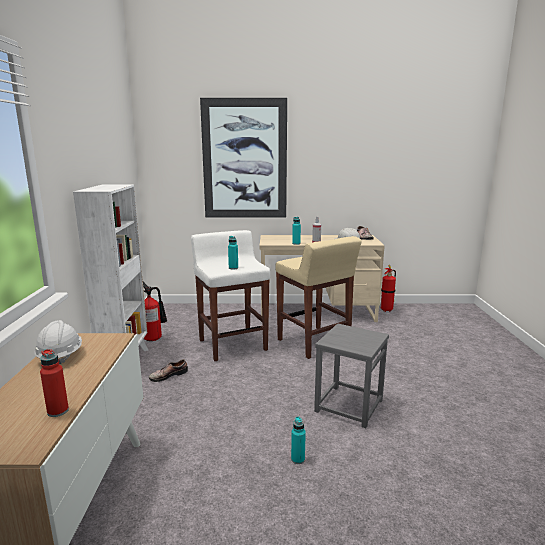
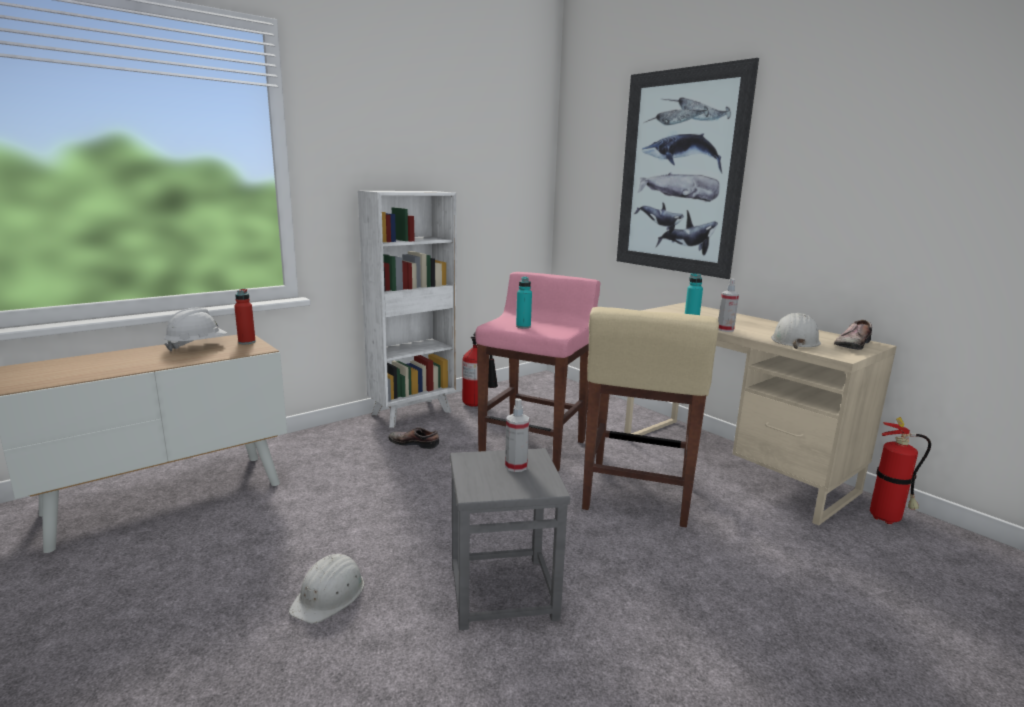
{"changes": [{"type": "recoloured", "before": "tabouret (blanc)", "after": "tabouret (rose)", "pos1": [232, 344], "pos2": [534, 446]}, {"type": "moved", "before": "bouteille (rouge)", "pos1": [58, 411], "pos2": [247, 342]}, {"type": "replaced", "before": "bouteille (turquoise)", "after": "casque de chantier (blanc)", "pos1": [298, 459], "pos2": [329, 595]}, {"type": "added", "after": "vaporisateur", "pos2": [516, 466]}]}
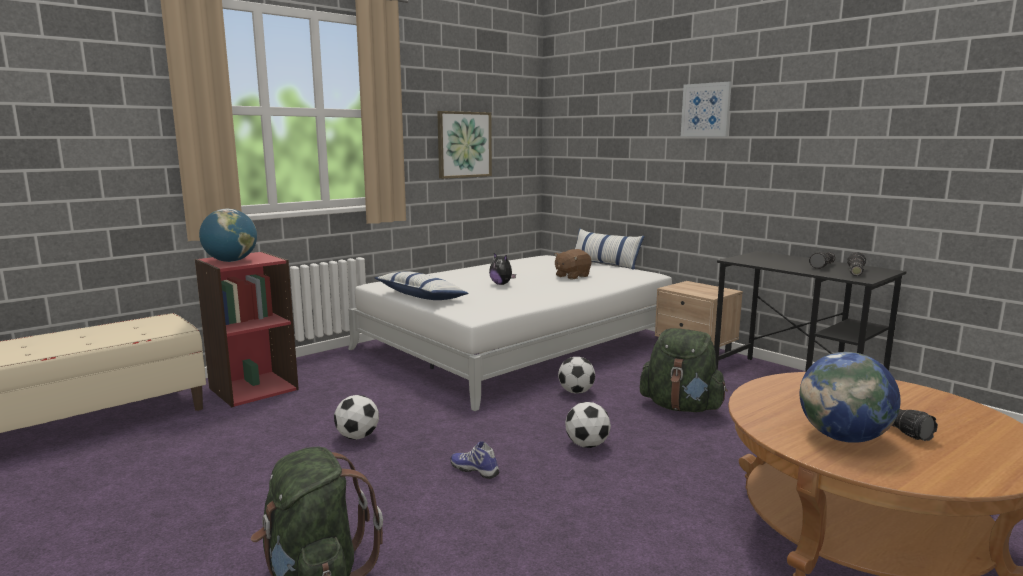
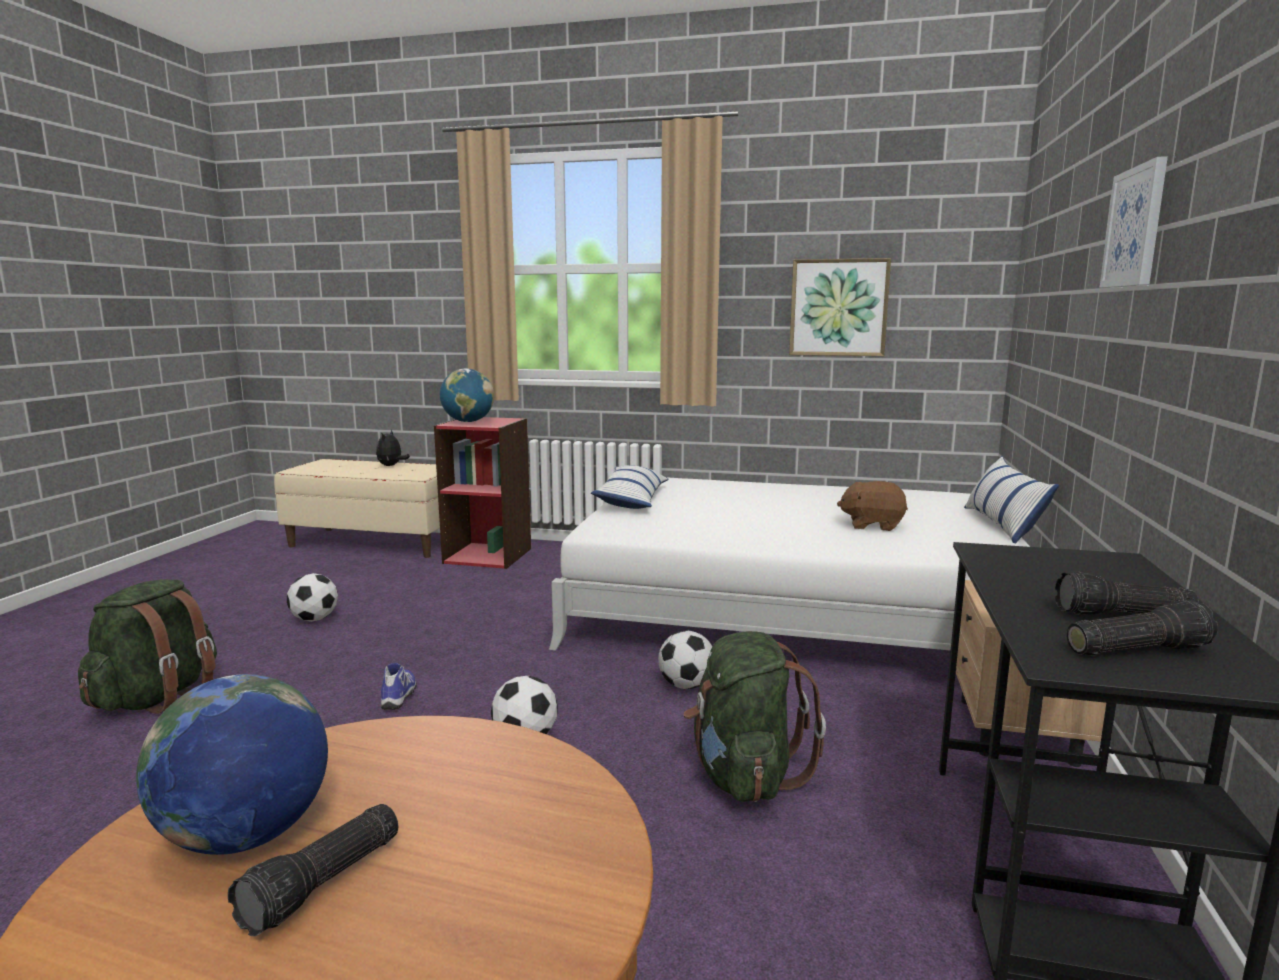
{"changes": [{"type": "moved", "before": "peluche", "pos1": [502, 284], "pos2": [391, 466]}, {"type": "moved", "before": "ballon de foot", "pos1": [357, 437], "pos2": [314, 619]}]}
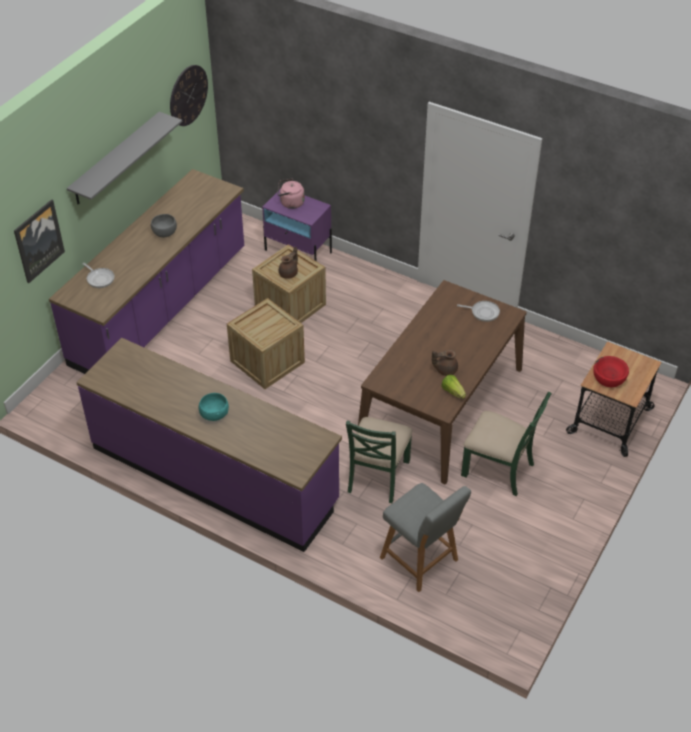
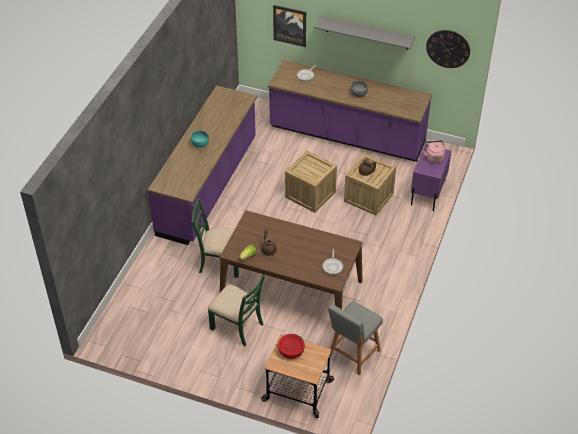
{"changes": [{"type": "turned", "before": "chaise (vert)", "pos1": [499, 469], "pos2": [237, 326], "turn": -75}, {"type": "moved", "before": "tabouret (gris)", "pos1": [421, 561], "pos2": [352, 355]}]}
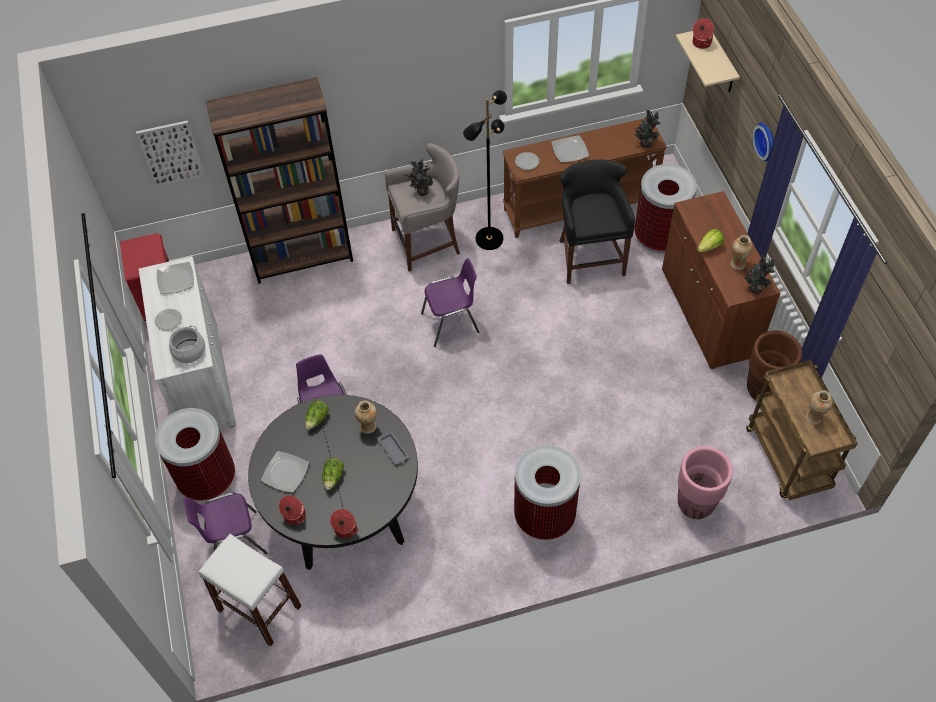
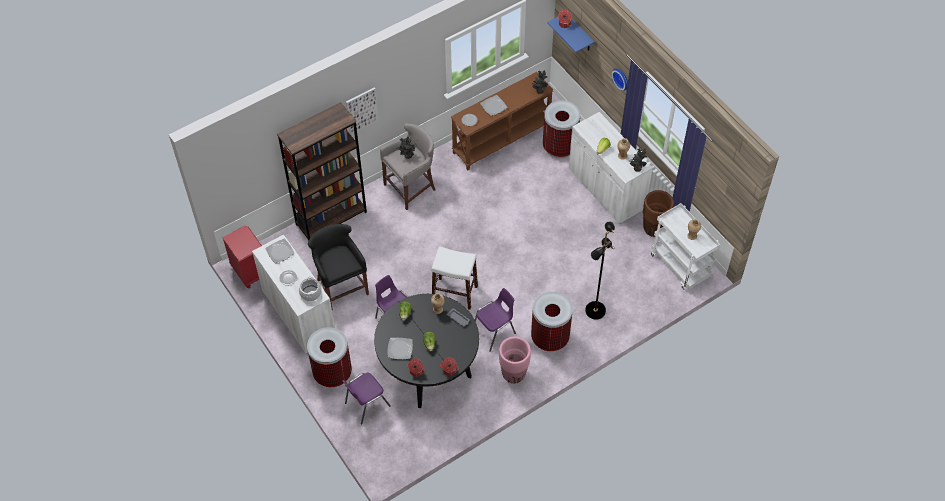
{"changes": [{"type": "recoloured", "before": "étagère (beige)", "after": "étagère (bleu)", "pos1": [722, 63], "pos2": [579, 33]}, {"type": "moved", "before": "lampadaire (noir)", "pos1": [488, 238], "pos2": [594, 310]}, {"type": "moved", "before": "tableau", "pos1": [171, 153], "pos2": [361, 110]}, {"type": "moved", "before": "tabouret (noir)", "pos1": [590, 256], "pos2": [341, 286]}, {"type": "recoloured", "before": "meuble de rangement (marron)", "after": "meuble de rangement (blanc)", "pos1": [708, 313], "pos2": [606, 189]}, {"type": "moved", "before": "chaise (violet)", "pos1": [451, 323], "pos2": [495, 332]}, {"type": "recoloured", "before": "chariot (marron)", "after": "chariot (blanc)", "pos1": [788, 459], "pos2": [681, 266]}, {"type": "moved", "before": "cache-pot (rose)", "pos1": [695, 504], "pos2": [513, 374]}, {"type": "moved", "before": "tabouret (blanc)", "pos1": [259, 608], "pos2": [454, 293]}]}
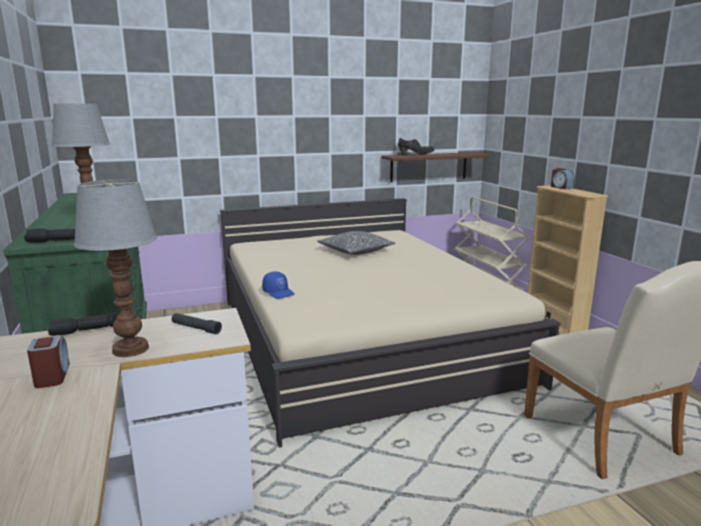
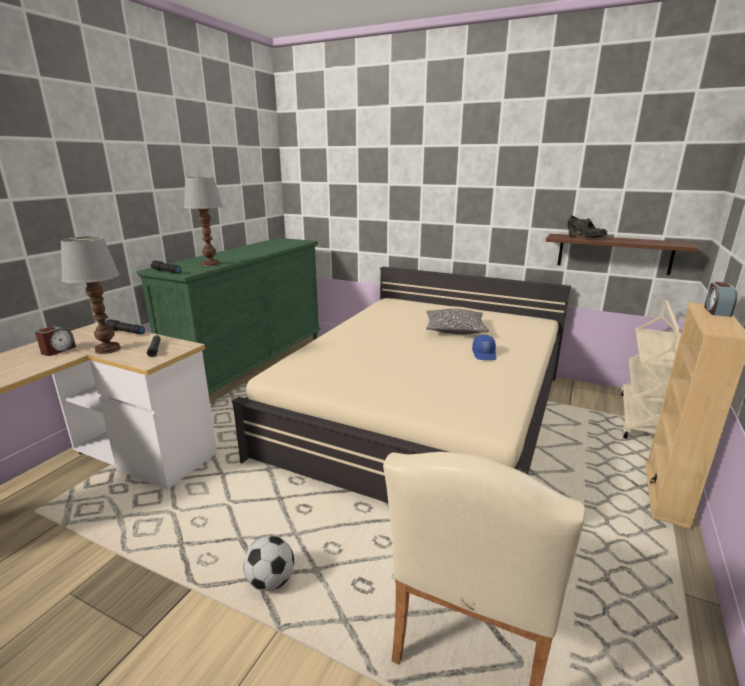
{"changes": [{"type": "moved", "before": "casquette (bleu)", "pos1": [279, 293], "pos2": [484, 354]}, {"type": "added", "after": "ballon de foot", "pos2": [270, 581]}]}
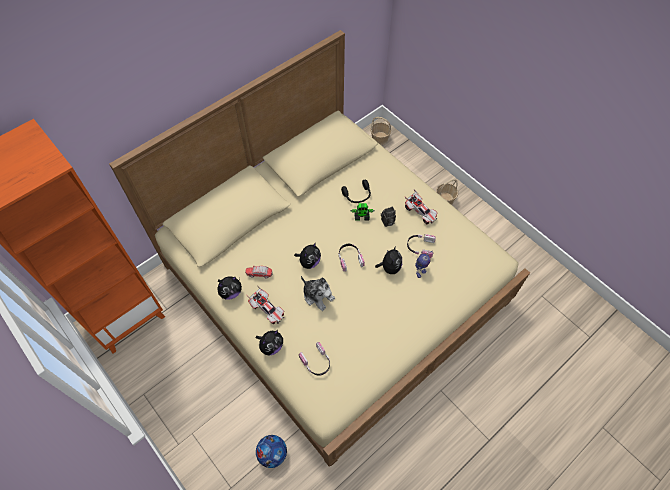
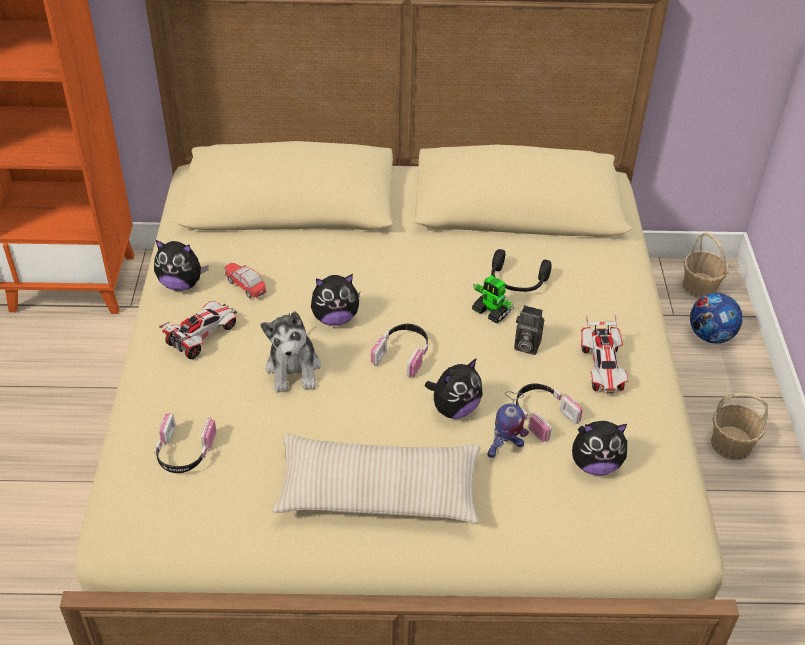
{"changes": [{"type": "turned", "before": "petite voiture", "pos1": [267, 309], "pos2": [202, 336], "turn": -135}, {"type": "moved", "before": "peluche", "pos1": [271, 346], "pos2": [595, 464]}, {"type": "moved", "before": "ballon de foot", "pos1": [272, 454], "pos2": [710, 336]}, {"type": "added", "after": "coussin (beige)", "pos2": [378, 492]}]}
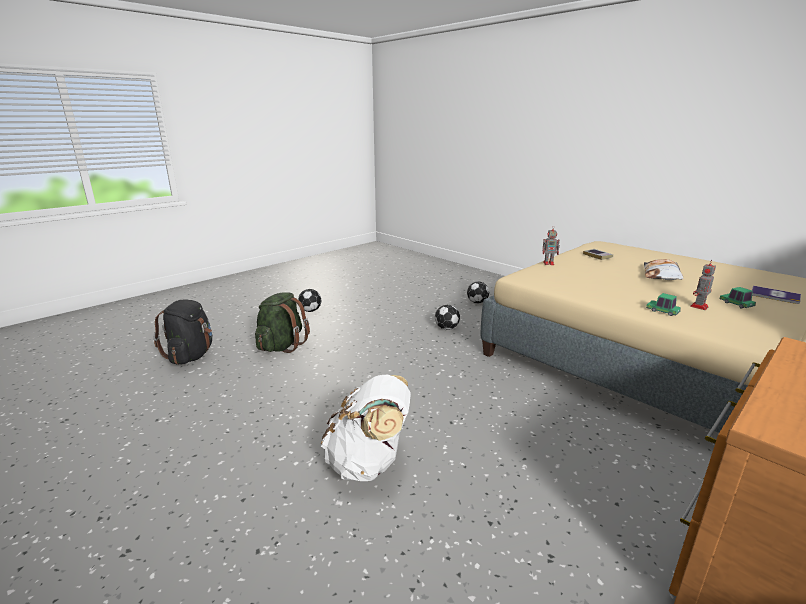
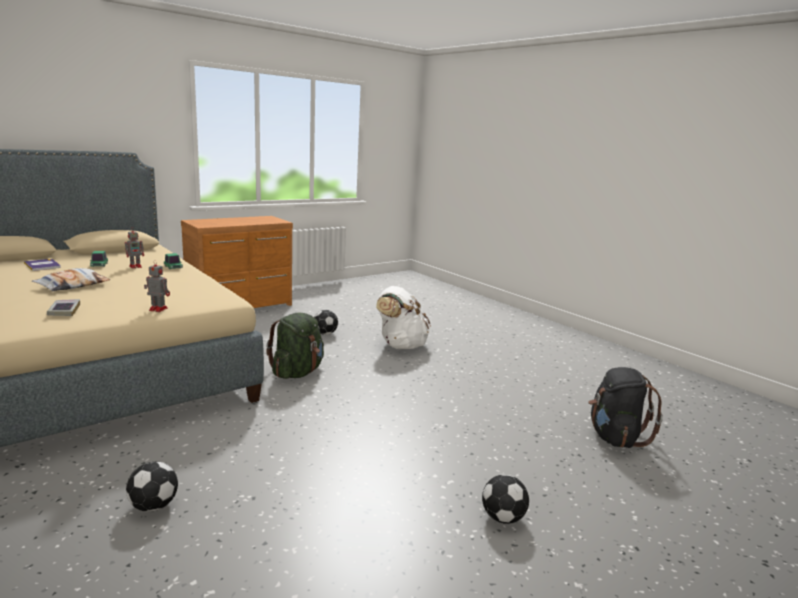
{"changes": [{"type": "moved", "before": "sac à dos (vert)", "pos1": [282, 346], "pos2": [297, 372]}, {"type": "moved", "before": "ballon de foot", "pos1": [446, 328], "pos2": [325, 334]}]}
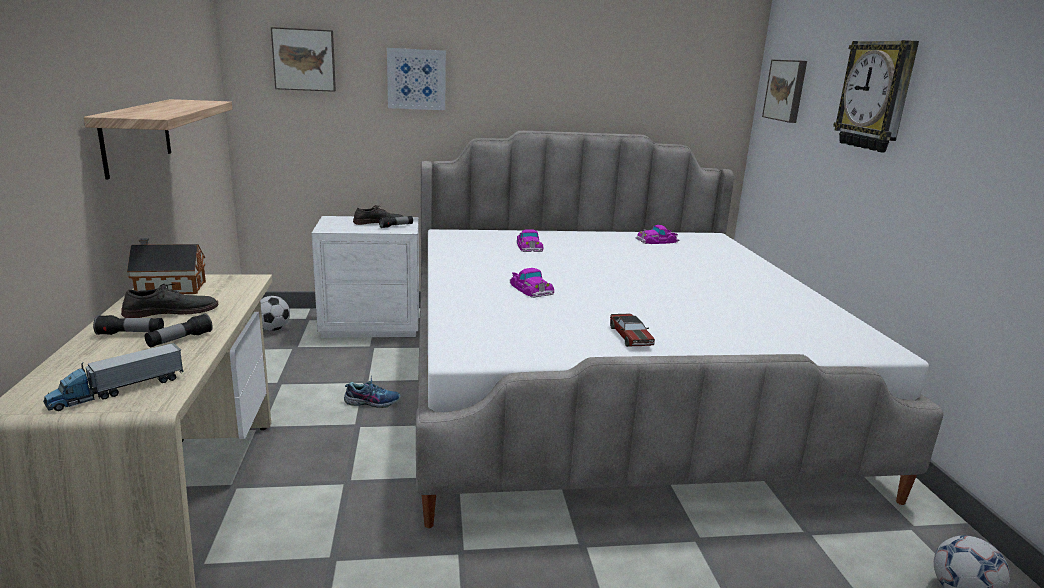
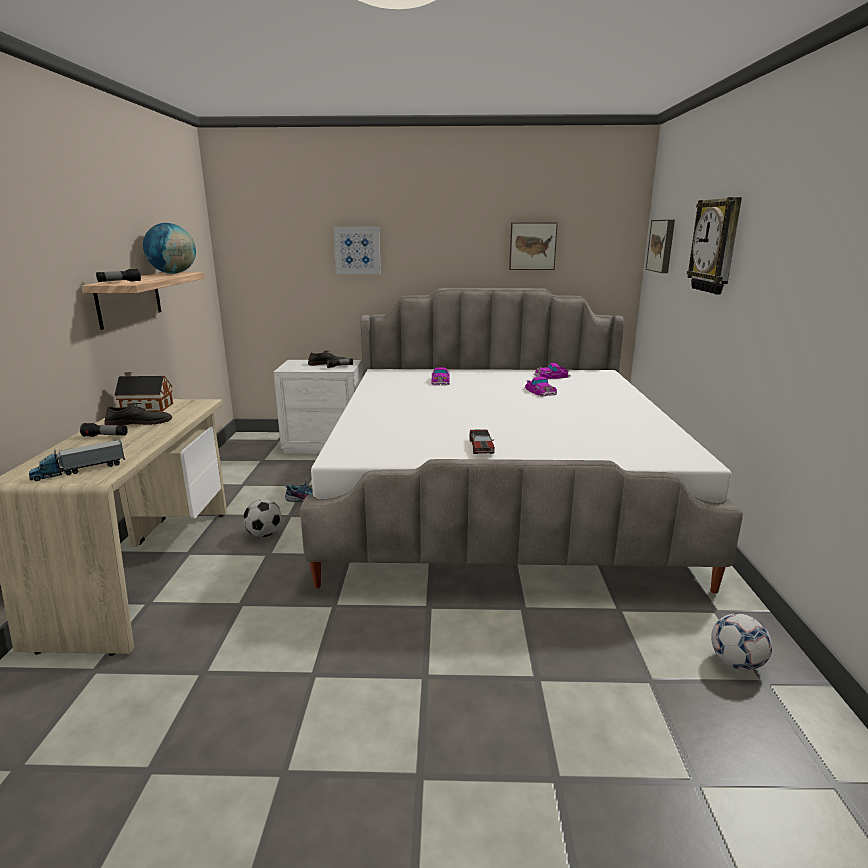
{"changes": [{"type": "moved", "before": "tableau", "pos1": [304, 59], "pos2": [532, 246]}, {"type": "moved", "before": "petite voiture", "pos1": [530, 288], "pos2": [540, 391]}, {"type": "moved", "before": "ballon de foot", "pos1": [273, 329], "pos2": [264, 534]}, {"type": "moved", "before": "lampe de poche", "pos1": [180, 340], "pos2": [119, 282]}, {"type": "added", "after": "globe", "pos2": [173, 273]}]}
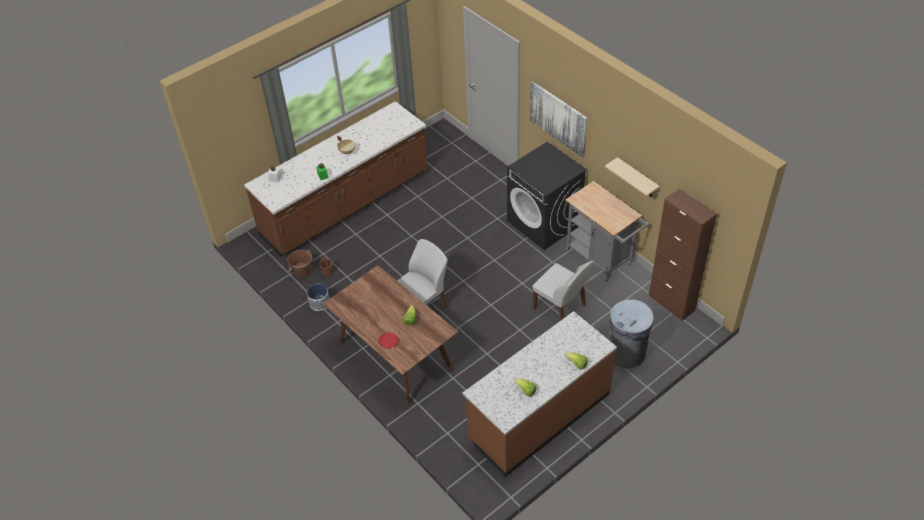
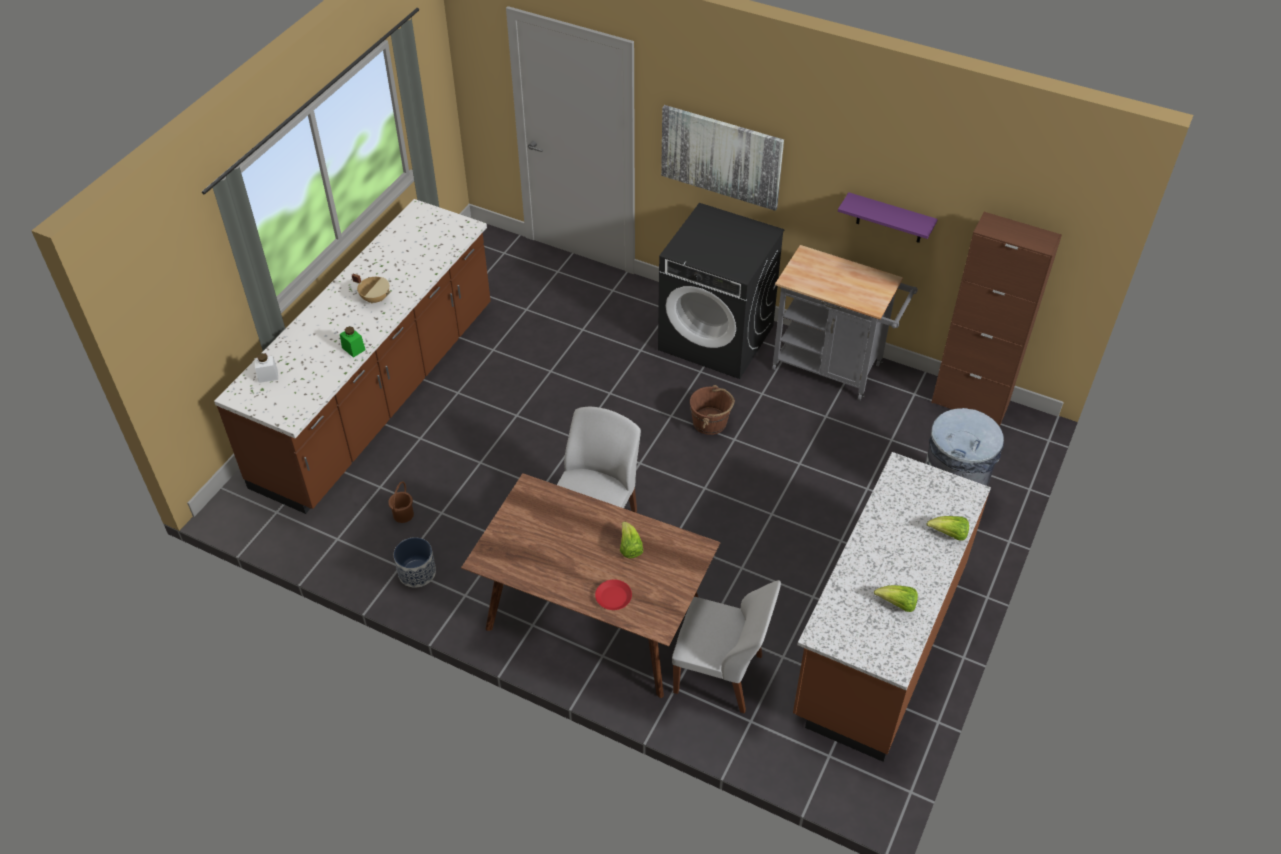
{"changes": [{"type": "recoloured", "before": "étagère (beige)", "after": "étagère (violet)", "pos1": [637, 178], "pos2": [890, 218]}, {"type": "moved", "before": "seau (marron)", "pos1": [302, 270], "pos2": [710, 422]}, {"type": "moved", "before": "chaise (blanc)", "pos1": [560, 308], "pos2": [721, 675]}]}
